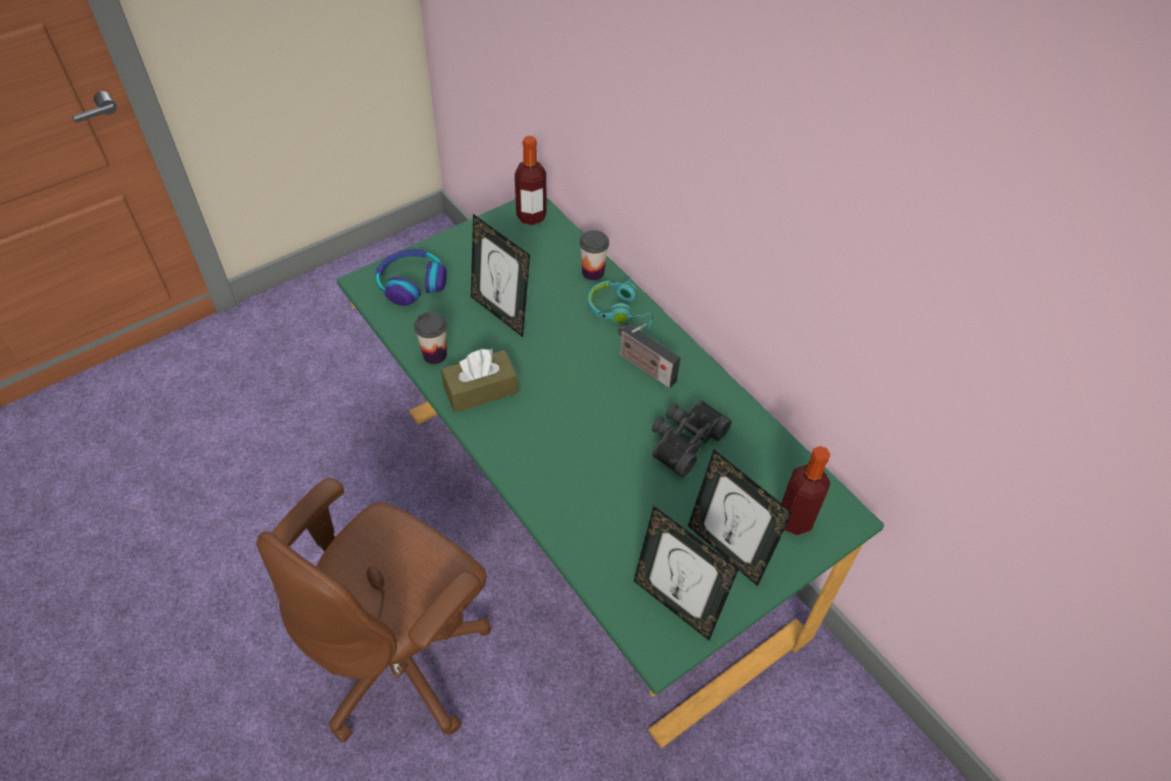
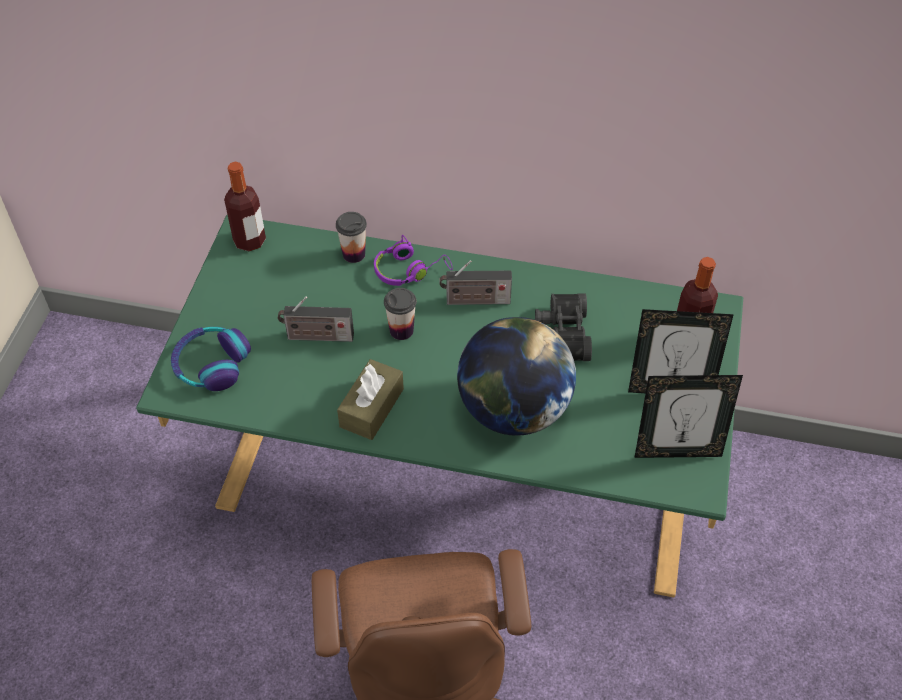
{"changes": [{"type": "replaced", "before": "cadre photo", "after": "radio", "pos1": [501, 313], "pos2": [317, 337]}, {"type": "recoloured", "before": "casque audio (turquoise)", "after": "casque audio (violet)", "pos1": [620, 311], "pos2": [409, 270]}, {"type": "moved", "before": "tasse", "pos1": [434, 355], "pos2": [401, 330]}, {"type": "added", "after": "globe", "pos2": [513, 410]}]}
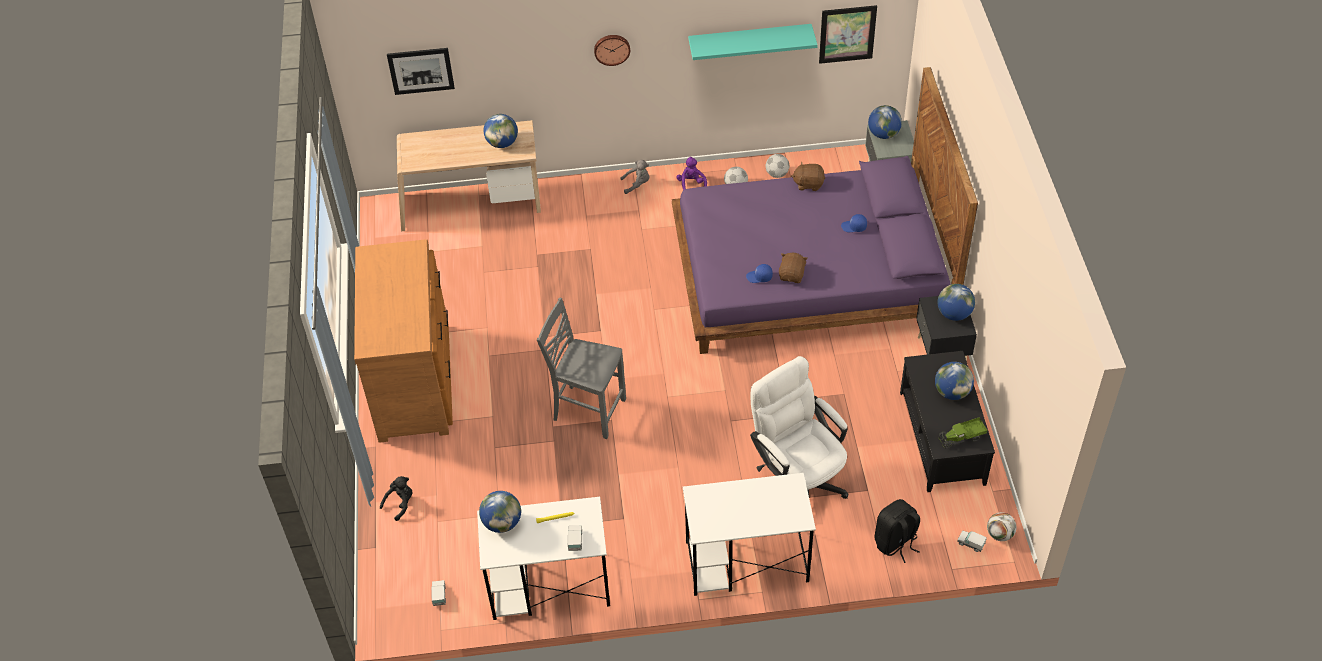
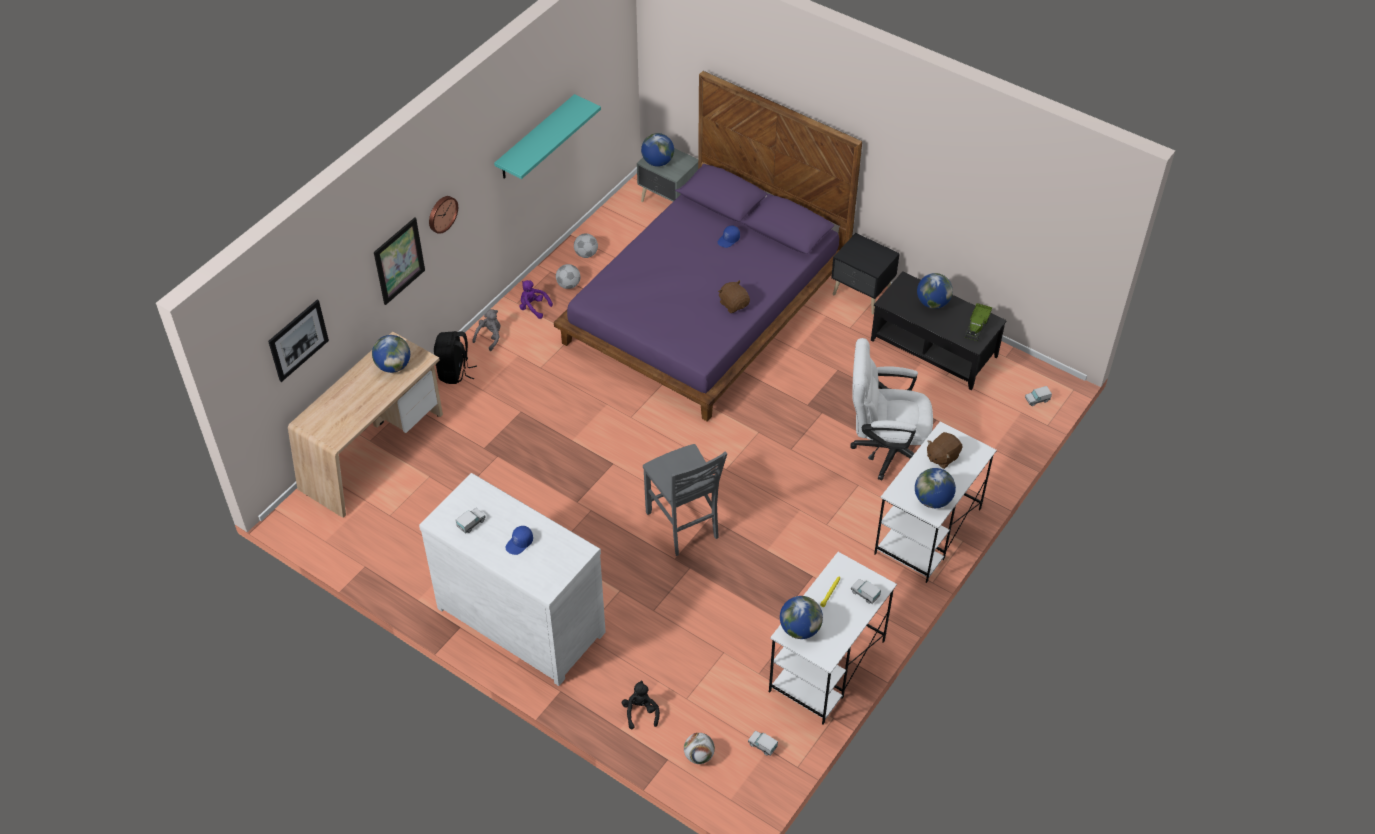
{"changes": [{"type": "moved", "before": "tableau", "pos1": [847, 34], "pos2": [399, 261]}, {"type": "moved", "before": "peluche (marron)", "pos1": [808, 184], "pos2": [942, 457]}, {"type": "recoloured", "before": "commode (marron)", "after": "commode (blanc)", "pos1": [415, 381], "pos2": [522, 617]}, {"type": "moved", "before": "casquette (bleu)", "pos1": [759, 277], "pos2": [519, 543]}, {"type": "moved", "before": "globe", "pos1": [954, 314], "pos2": [932, 500]}, {"type": "turned", "before": "chaise (gris)", "pos1": [588, 410], "pos2": [683, 526], "turn": -90}, {"type": "moved", "before": "sac à dos (noir)", "pos1": [895, 543], "pos2": [455, 372]}, {"type": "moved", "before": "ballon de foot", "pos1": [999, 534], "pos2": [699, 755]}, {"type": "added", "after": "camion jouet", "pos2": [471, 523]}]}
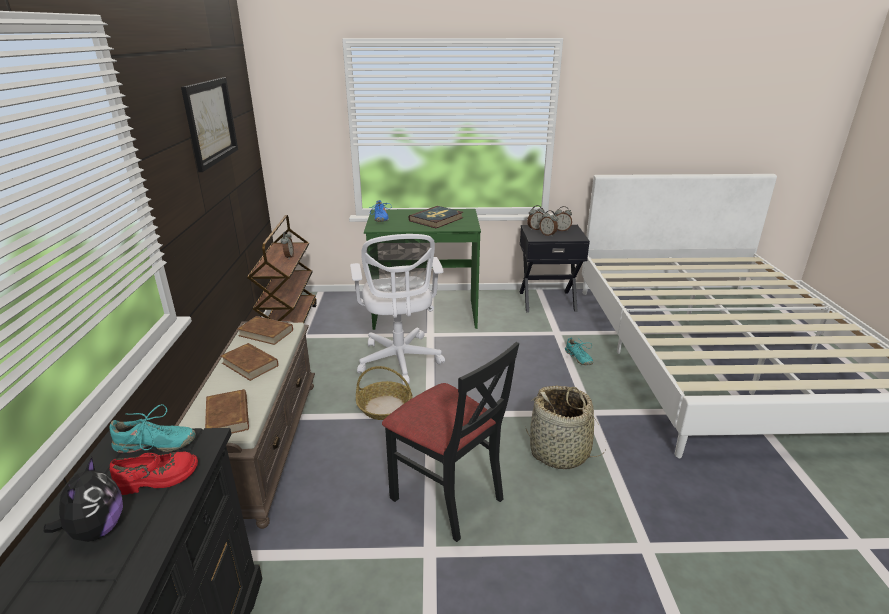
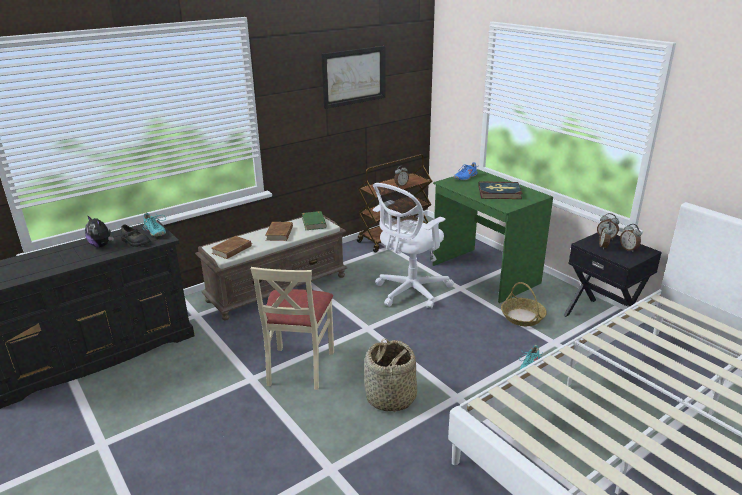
{"changes": [{"type": "recoloured", "before": "livre (marron)", "after": "livre (vert)", "pos1": [266, 333], "pos2": [314, 223]}, {"type": "recoloured", "before": "chaise (noir)", "after": "chaise (beige)", "pos1": [447, 496], "pos2": [299, 367]}, {"type": "moved", "before": "panier", "pos1": [385, 407], "pos2": [522, 317]}, {"type": "recoloured", "before": "chaussure (rouge)", "after": "chaussure (noir)", "pos1": [157, 479], "pos2": [135, 242]}, {"type": "turned", "before": "peluche", "pos1": [96, 530], "pos2": [102, 245], "turn": 75}]}
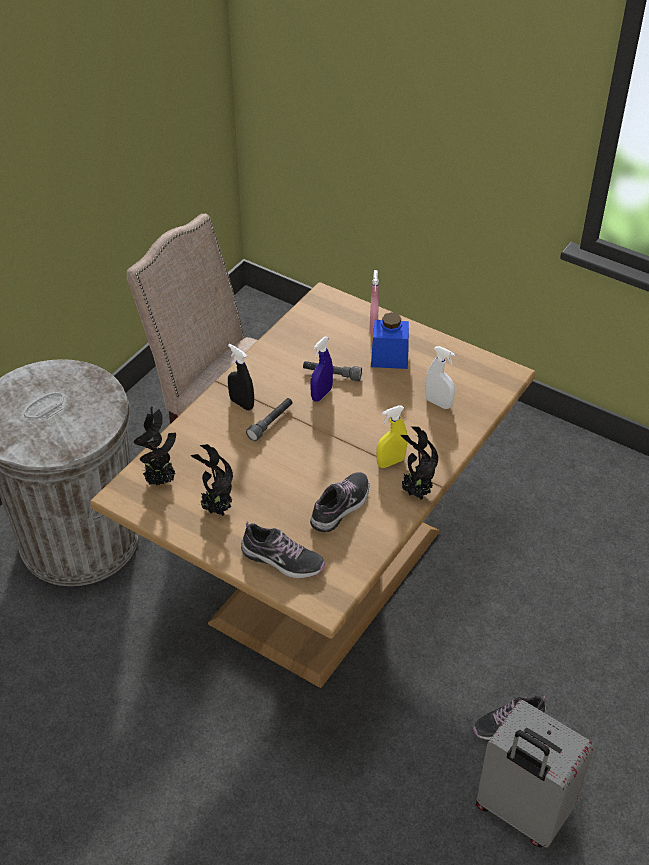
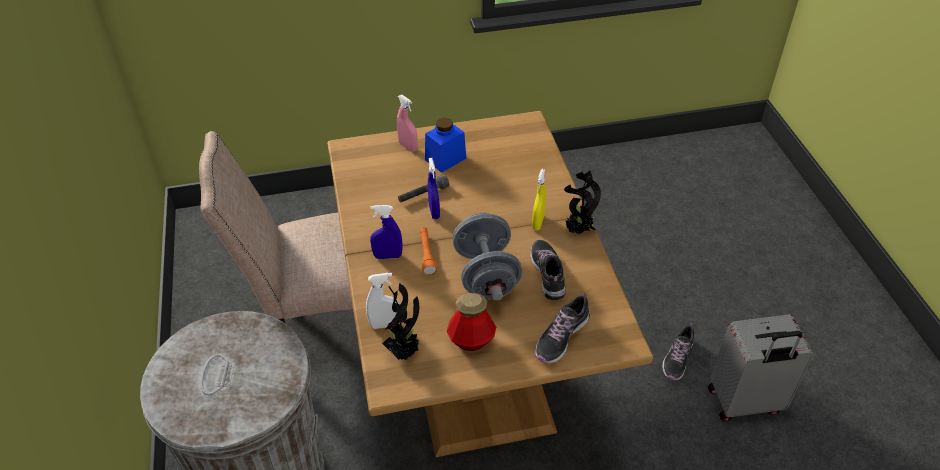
{"changes": [{"type": "recoloured", "before": "vaporisateur (noir)", "after": "vaporisateur (bleu)", "pos1": [241, 403], "pos2": [388, 256]}, {"type": "moved", "before": "vaporisateur (blanc)", "pos1": [438, 403], "pos2": [385, 324]}, {"type": "recoloured", "before": "lampe de poche (gris)", "after": "lampe de poche (orange)", "pos1": [271, 423], "pos2": [426, 254]}, {"type": "replaced", "before": "plante en pot", "after": "bouteille", "pos1": [215, 509], "pos2": [471, 340]}, {"type": "turned", "before": "chaussure", "pos1": [282, 560], "pos2": [561, 337], "turn": 150}, {"type": "added", "after": "haltère (gris)", "pos2": [486, 275]}]}
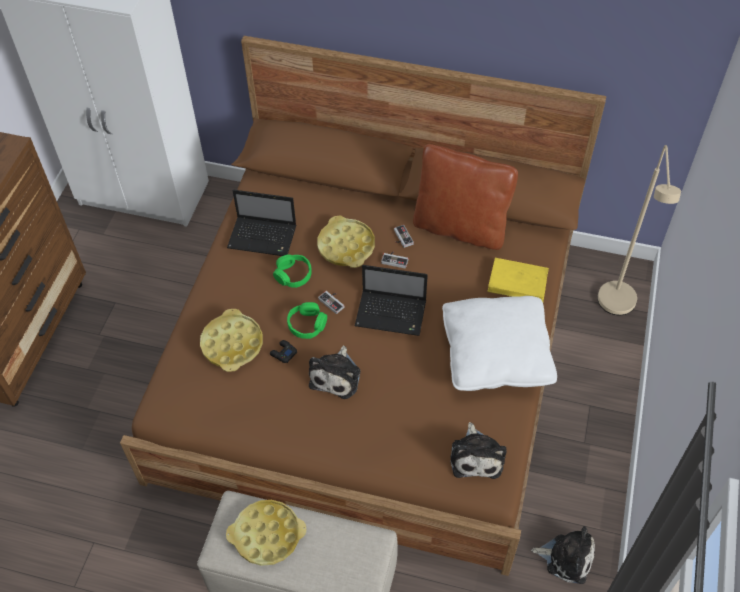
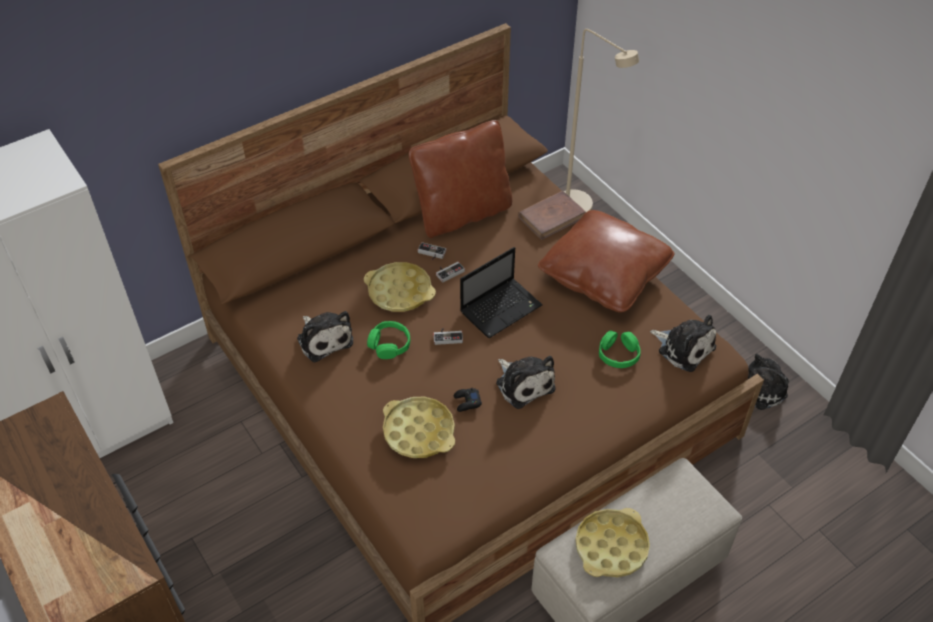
{"changes": [{"type": "replaced", "before": "ordinateur portable", "after": "peluche", "pos1": [264, 237], "pos2": [324, 339]}, {"type": "recoloured", "before": "livre (jaune)", "after": "livre (marron)", "pos1": [518, 282], "pos2": [552, 217]}, {"type": "recoloured", "before": "coussin (blanc)", "after": "coussin (marron)", "pos1": [496, 354], "pos2": [604, 274]}, {"type": "moved", "before": "casque audio (vert)", "pos1": [307, 324], "pos2": [618, 354]}]}
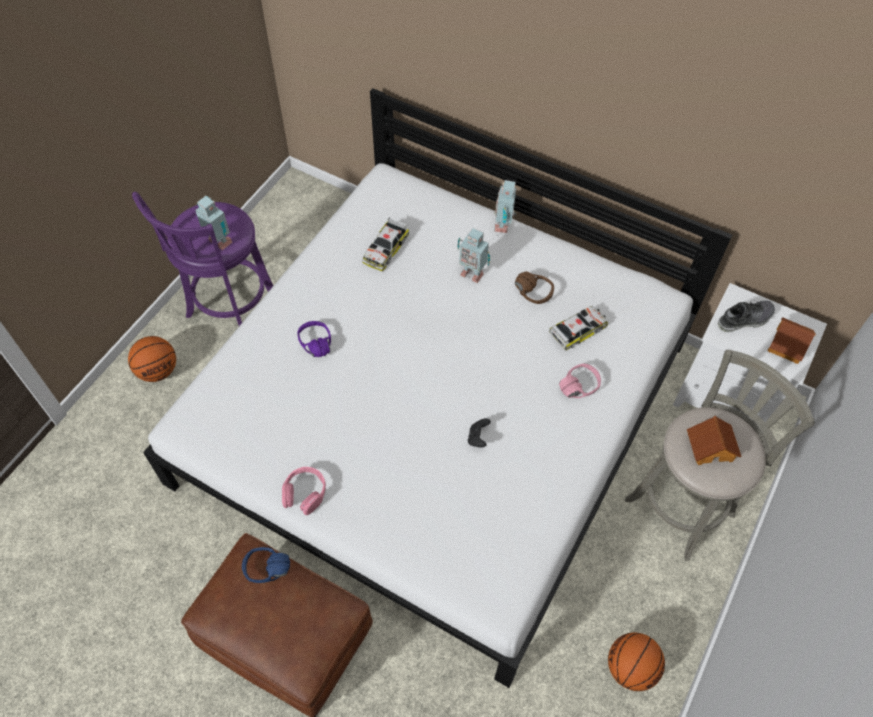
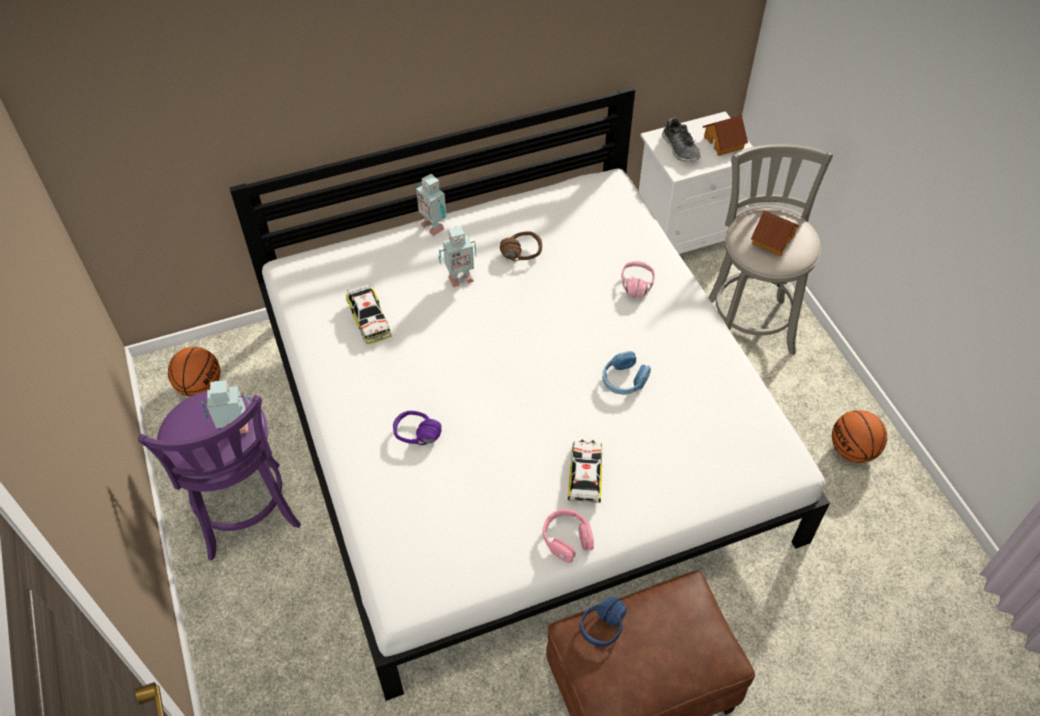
{"changes": [{"type": "turned", "before": "chaussure", "pos1": [744, 319], "pos2": [680, 148], "turn": 135}, {"type": "moved", "before": "petite voiture", "pos1": [578, 330], "pos2": [585, 475]}, {"type": "moved", "before": "ballon de basket", "pos1": [158, 370], "pos2": [200, 386]}, {"type": "replaced", "before": "manette (noir)", "after": "casque audio (bleu)", "pos1": [478, 438], "pos2": [624, 380]}]}
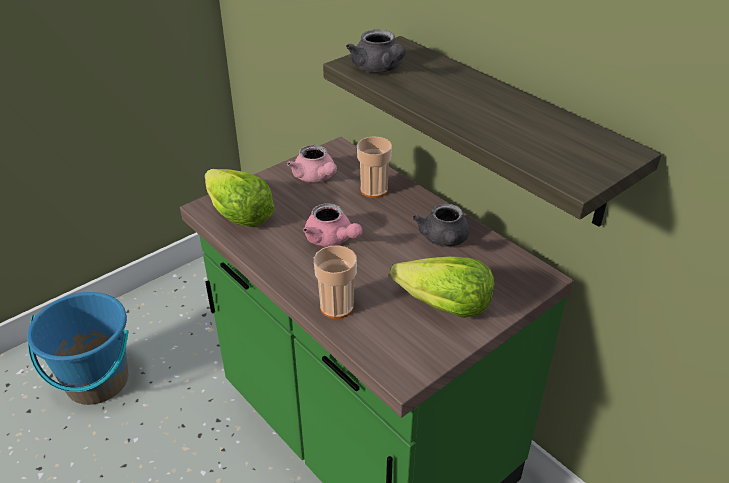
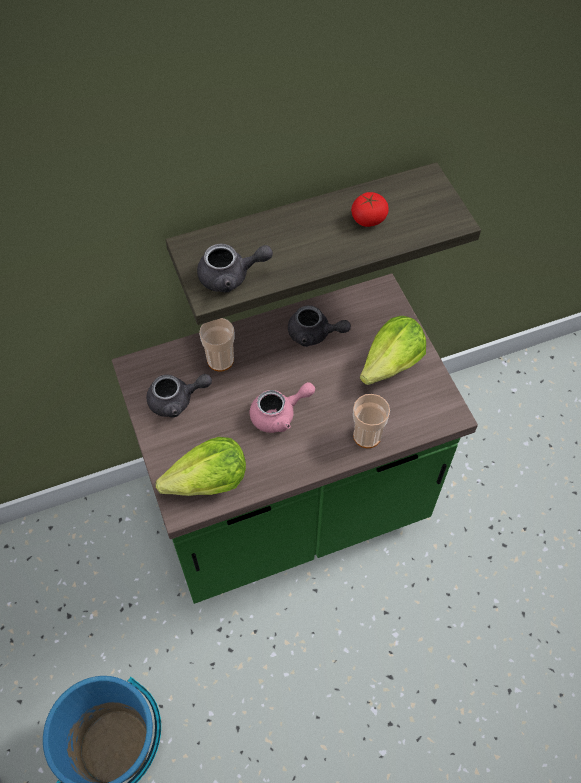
{"changes": [{"type": "recoloured", "before": "théière (rose)", "after": "théière (gris)", "pos1": [316, 177], "pos2": [177, 400]}, {"type": "added", "after": "tomate", "pos2": [368, 219]}]}
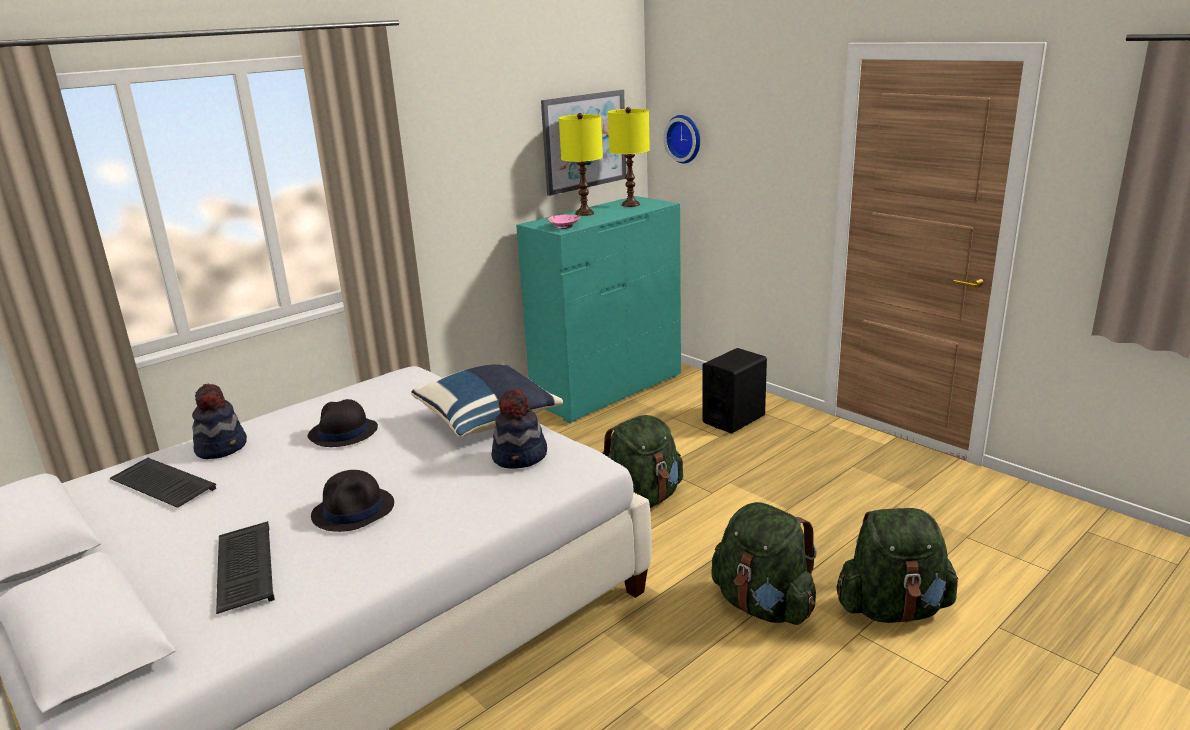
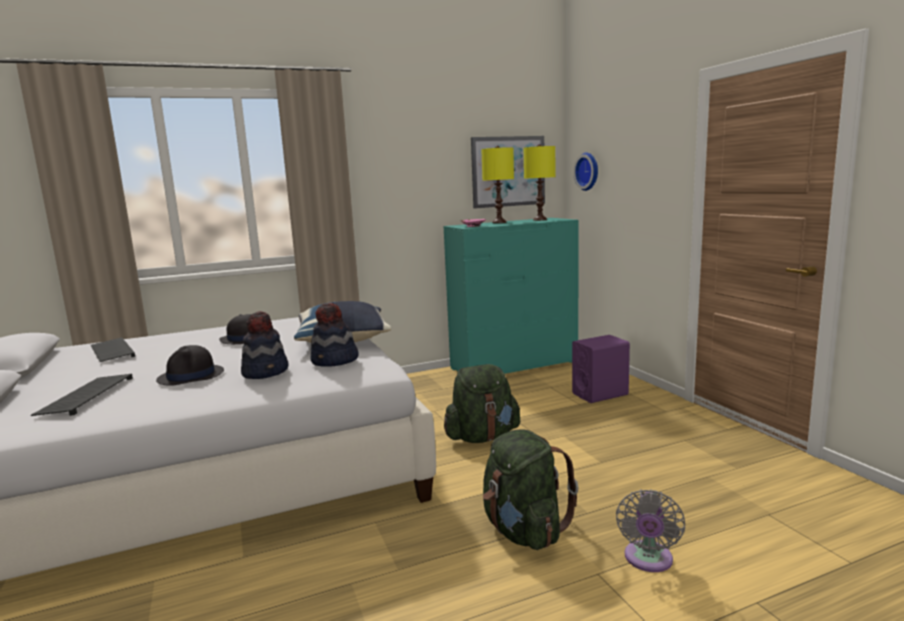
{"changes": [{"type": "recoloured", "before": "enceinte (noir)", "after": "enceinte (violet)", "pos1": [733, 419], "pos2": [600, 394]}, {"type": "moved", "before": "chapeau", "pos1": [222, 447], "pos2": [266, 372]}, {"type": "replaced", "before": "sac à dos (vert)", "after": "ventilateur (gris)", "pos1": [893, 609], "pos2": [648, 560]}]}
